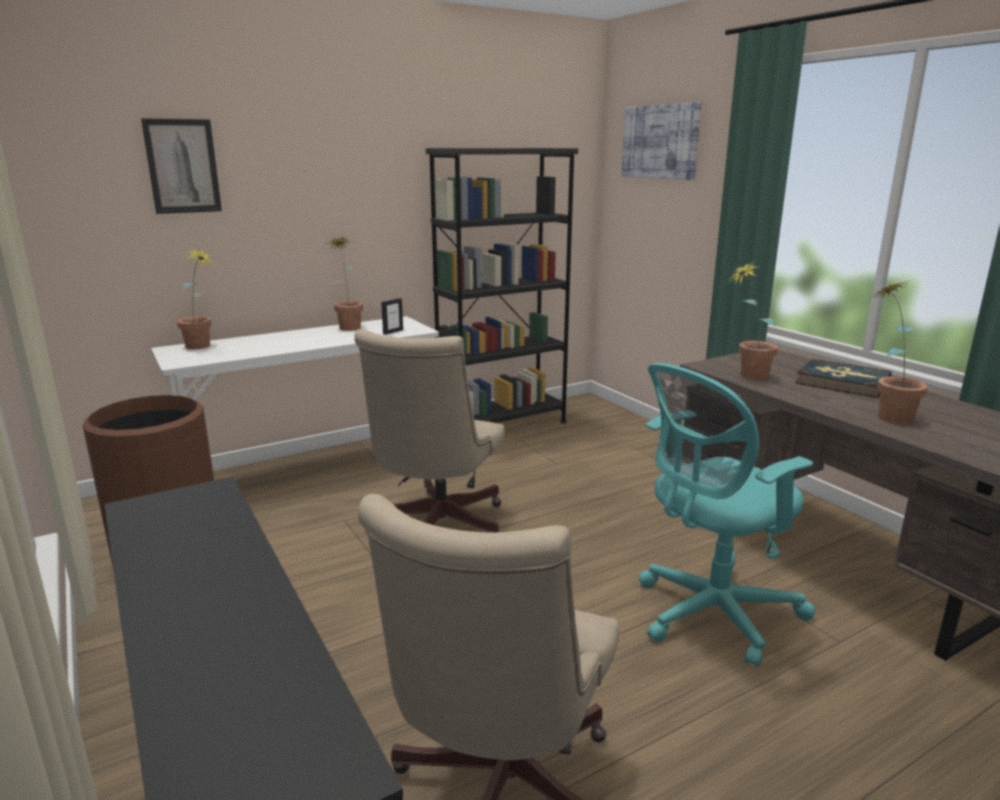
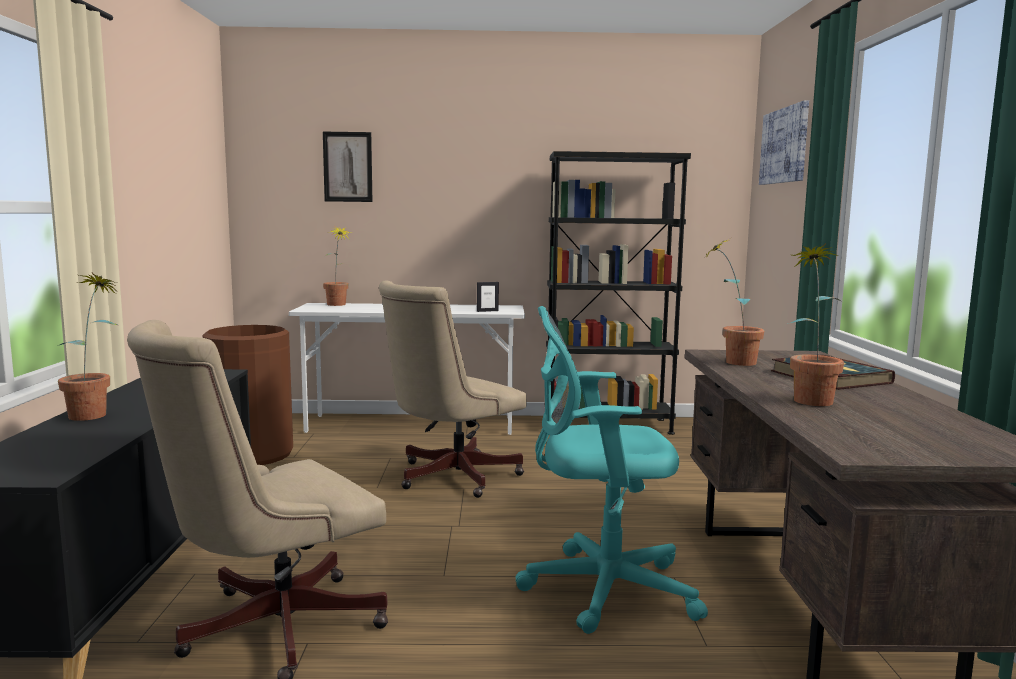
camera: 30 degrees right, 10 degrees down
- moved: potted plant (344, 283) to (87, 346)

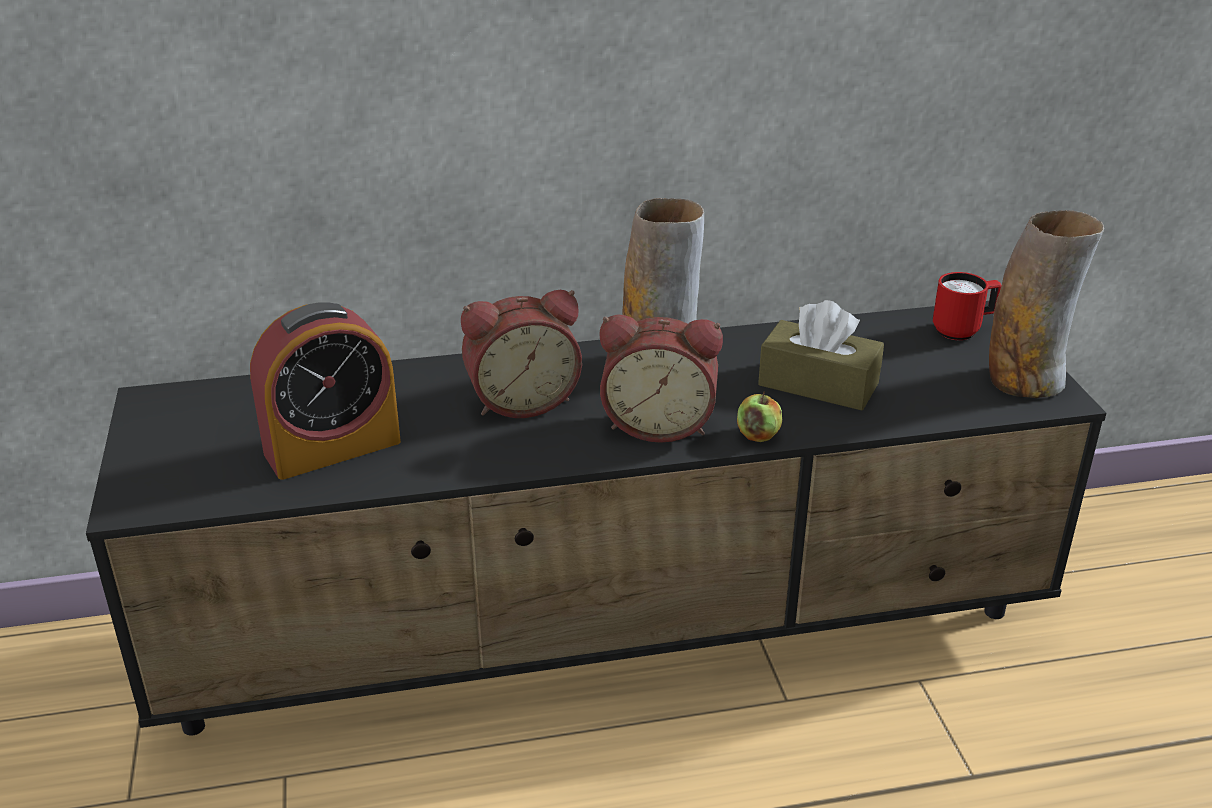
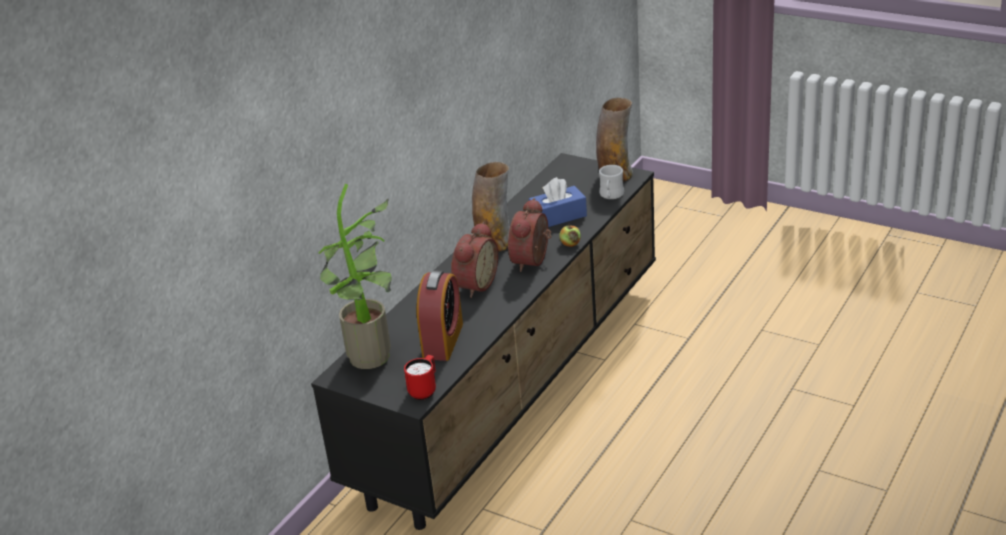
camera: 45 degrees left, 0 degrees up
- turned: alarm clock (661, 379) = (530, 235) 150 degrees clockwise
- recoloured: tissue box/brown (821, 355) to tissue box/blue (558, 202)
- moved: mug/red (967, 306) to (420, 377)
- added: potted plant (355, 276)
- added: mug/white (611, 182)

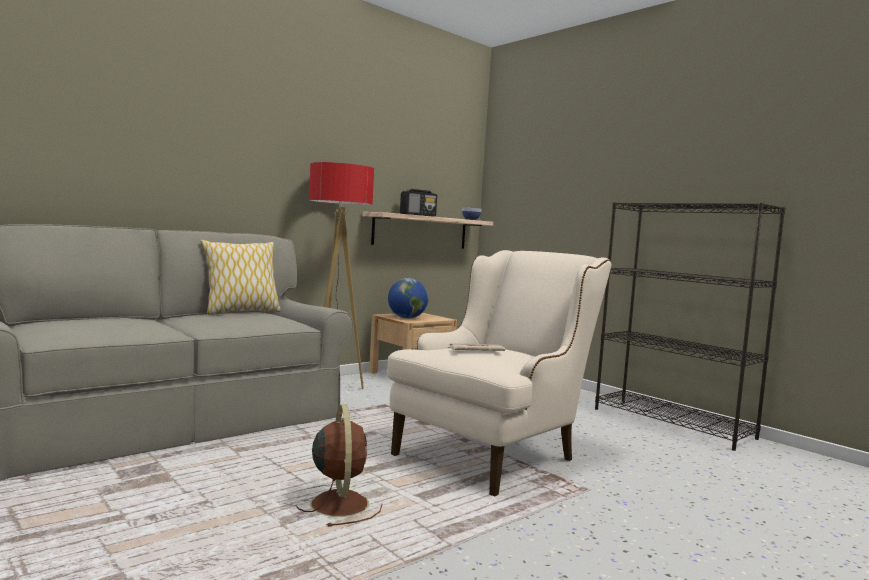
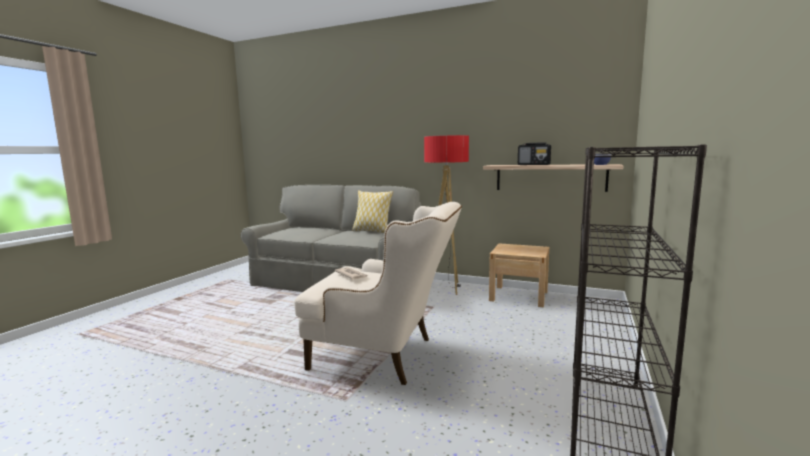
camera: 65 degrees right, 5 degrees up
- removed: fan/brown (338, 465)
- removed: globe (408, 298)

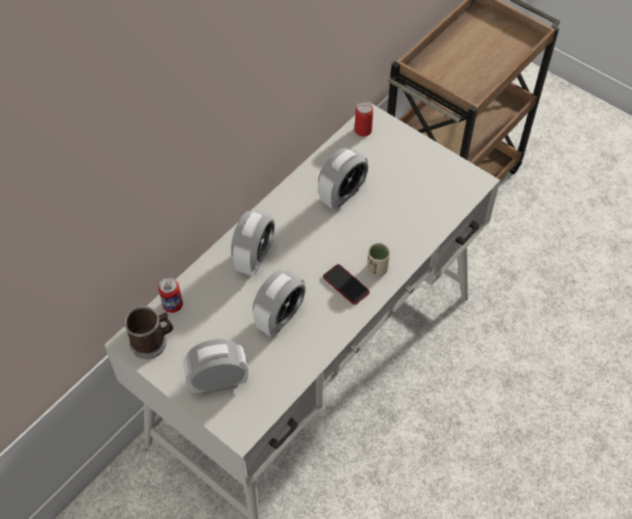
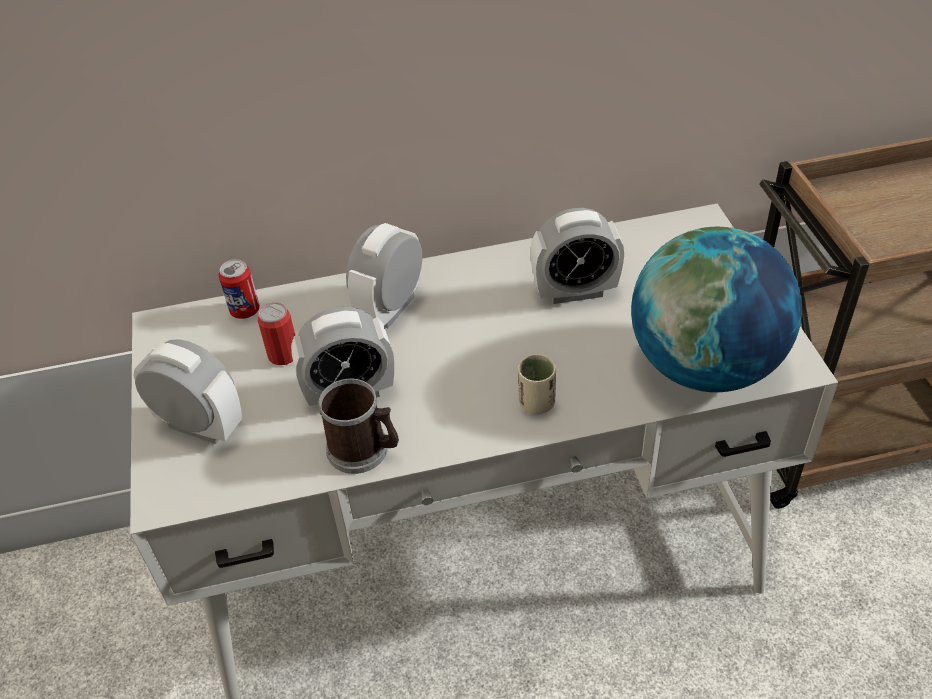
camera: 40 degrees right, 10 degrees down
- moved: mug (149, 332) to (359, 426)
- turned: alarm clock (253, 242) = (384, 276) 150 degrees clockwise
- removed: phone (346, 284)
- moved: can (363, 119) to (276, 333)
- added: globe (716, 309)

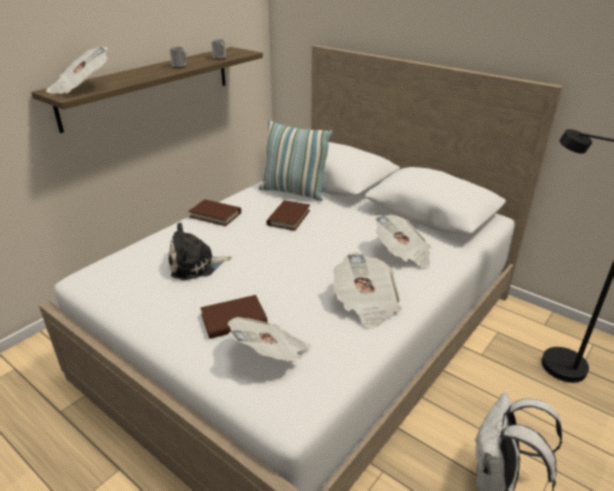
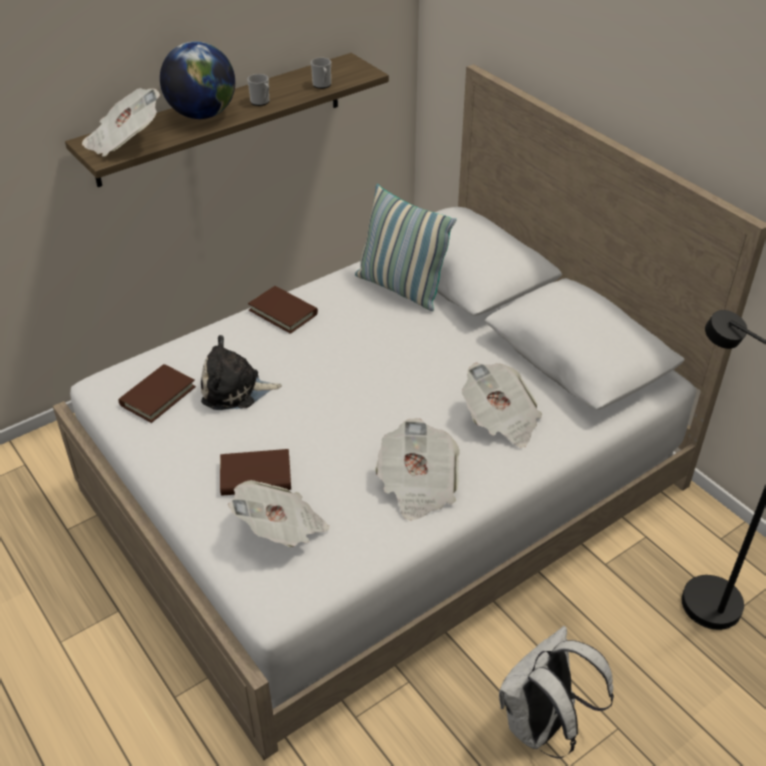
camera: 15 degrees right, 10 degrees up
- moved: book/brown (288, 215) to (157, 393)
- added: globe (197, 80)

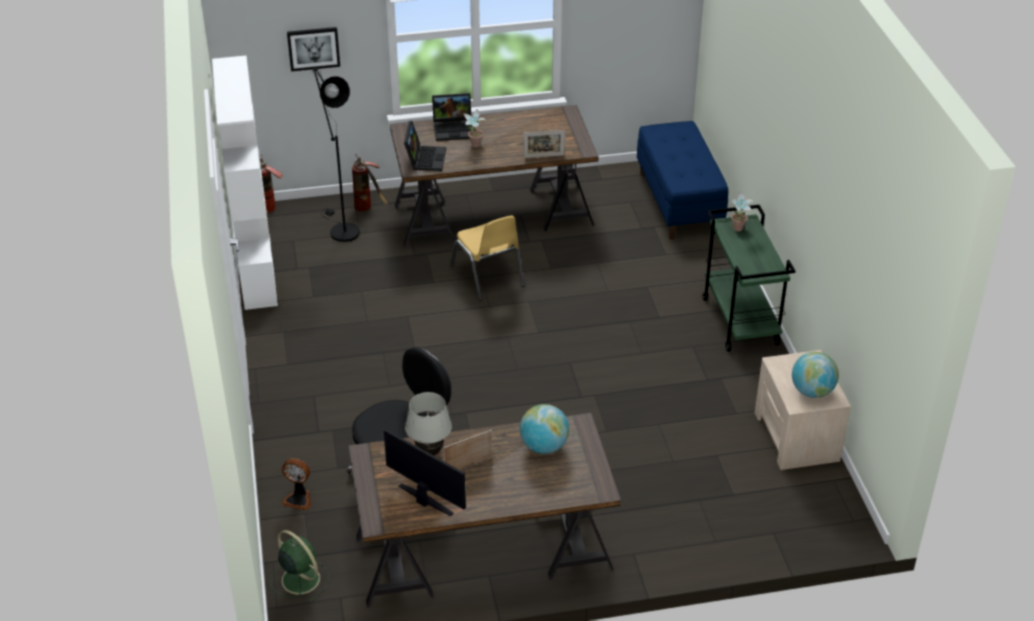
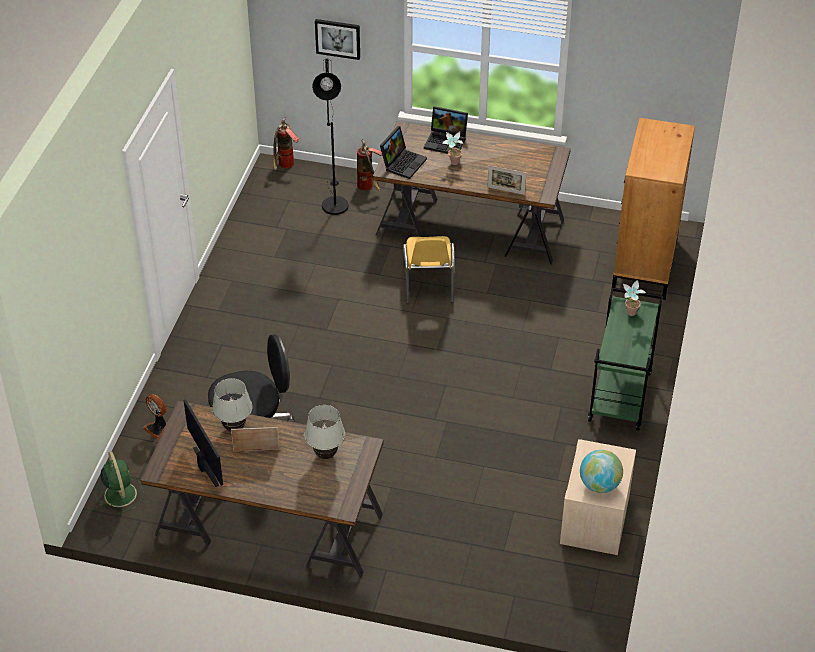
camera: 25 degrees right, 5 degrees up
- removed: bookcase/white (245, 183)
- replaced: globe (544, 429) to table lamp/white (324, 432)
- replaced: bench/blue (682, 180) to dresser/brown (653, 209)

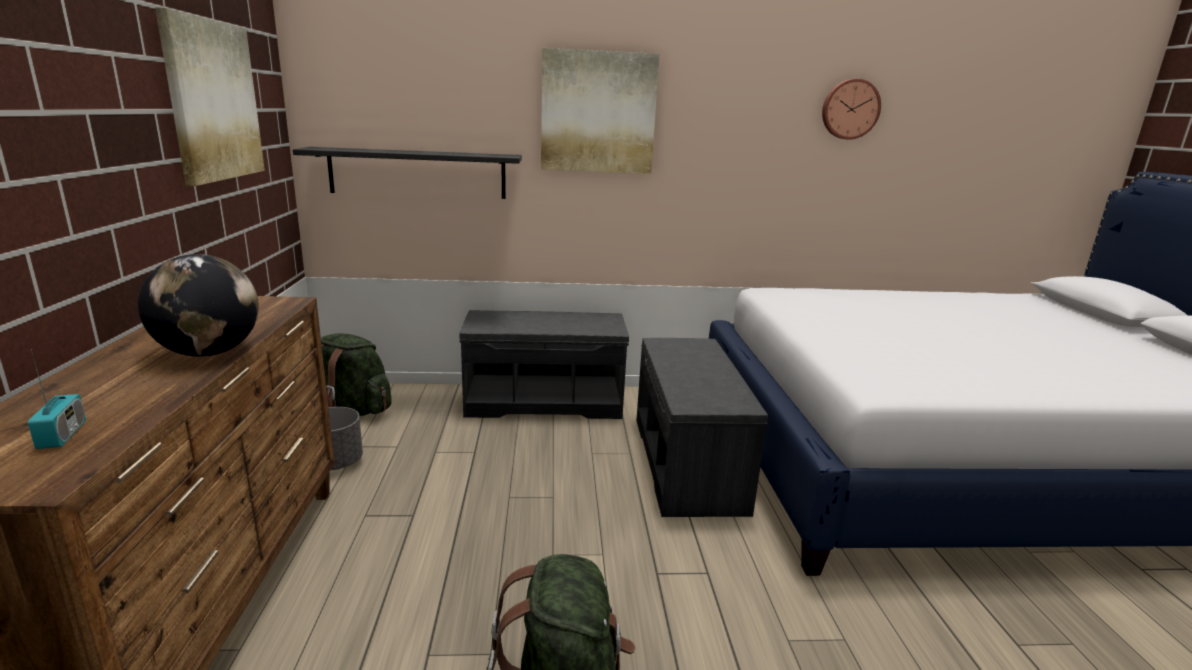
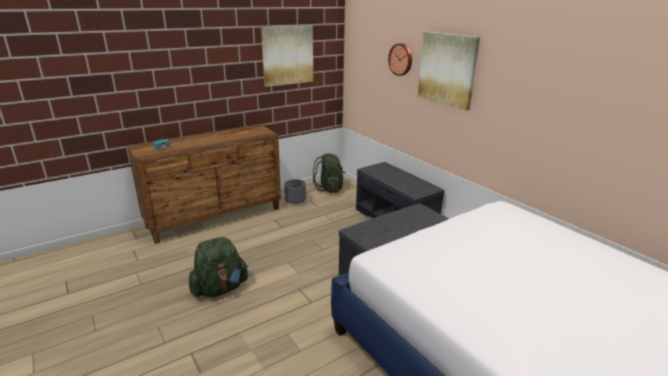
camera: 60 degrees right, 5 degrees up
- removed: globe (198, 305)
- removed: shelf/black (407, 173)
- moved: wall clock (851, 109) to (400, 59)

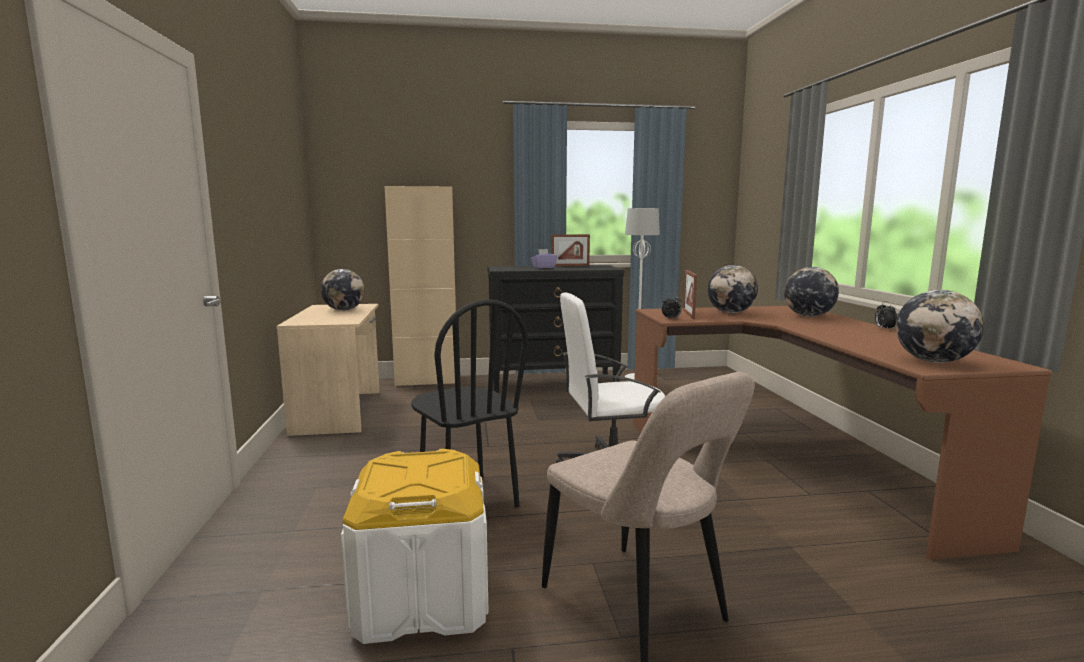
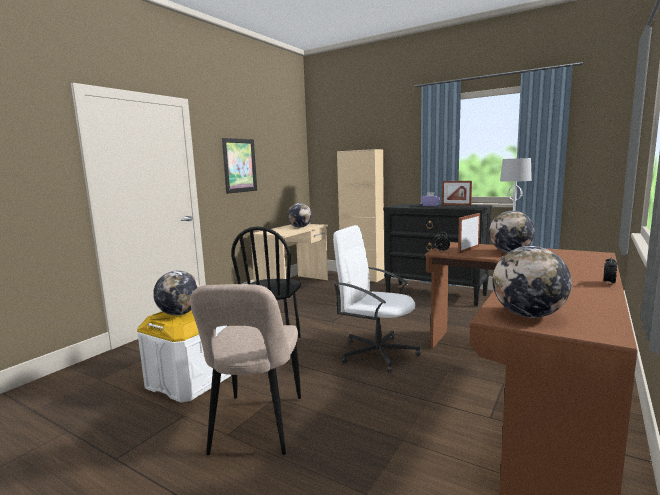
camera: 40 degrees right, 0 degrees up
- moved: globe (811, 292) to (176, 293)
- added: picture (239, 166)

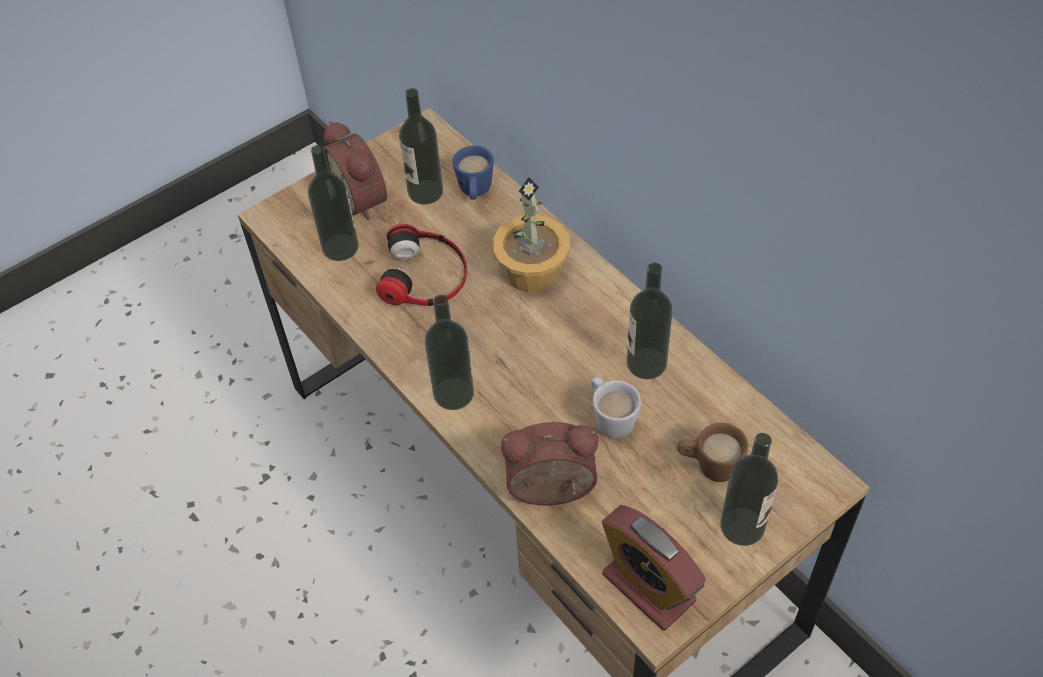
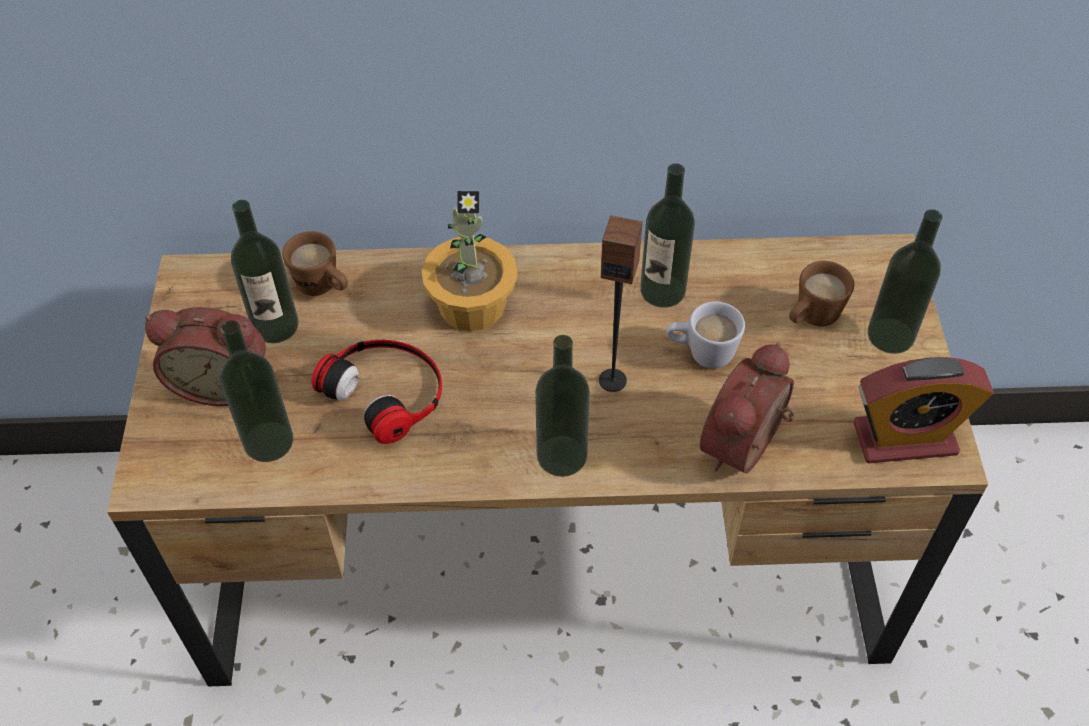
camera: 55 degrees left, 0 degrees up
- recoloured: mug/blue (473, 172) to mug/brown (315, 263)
- added: speaker (621, 303)

